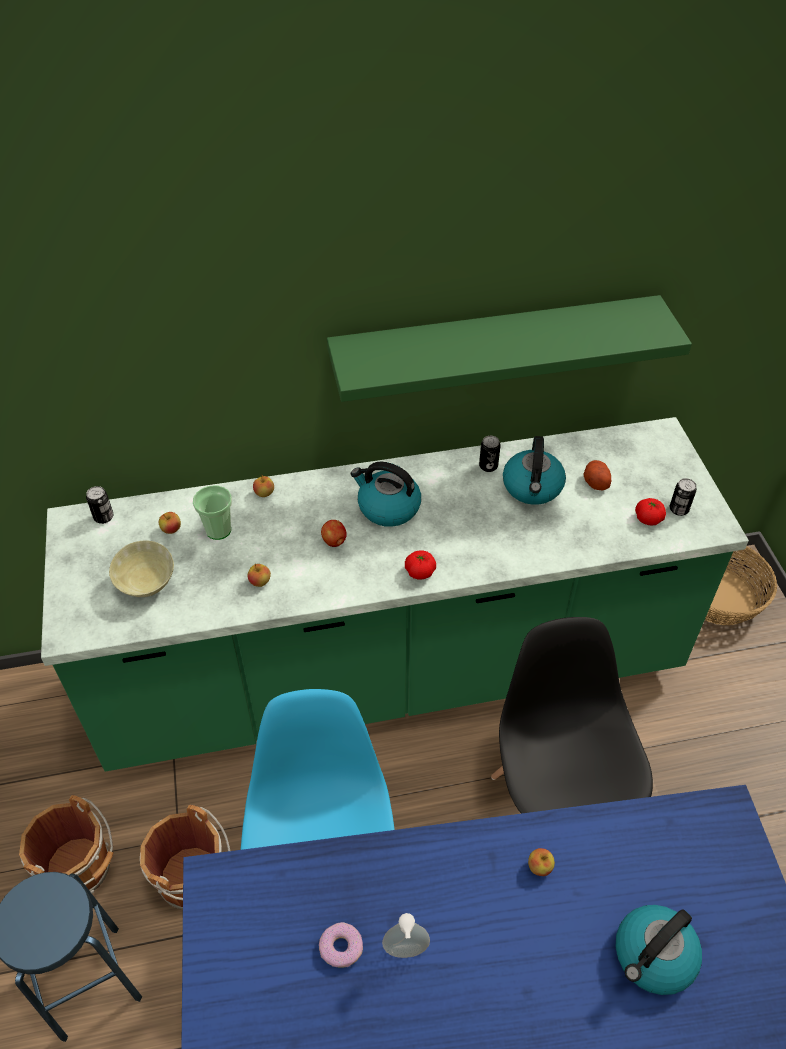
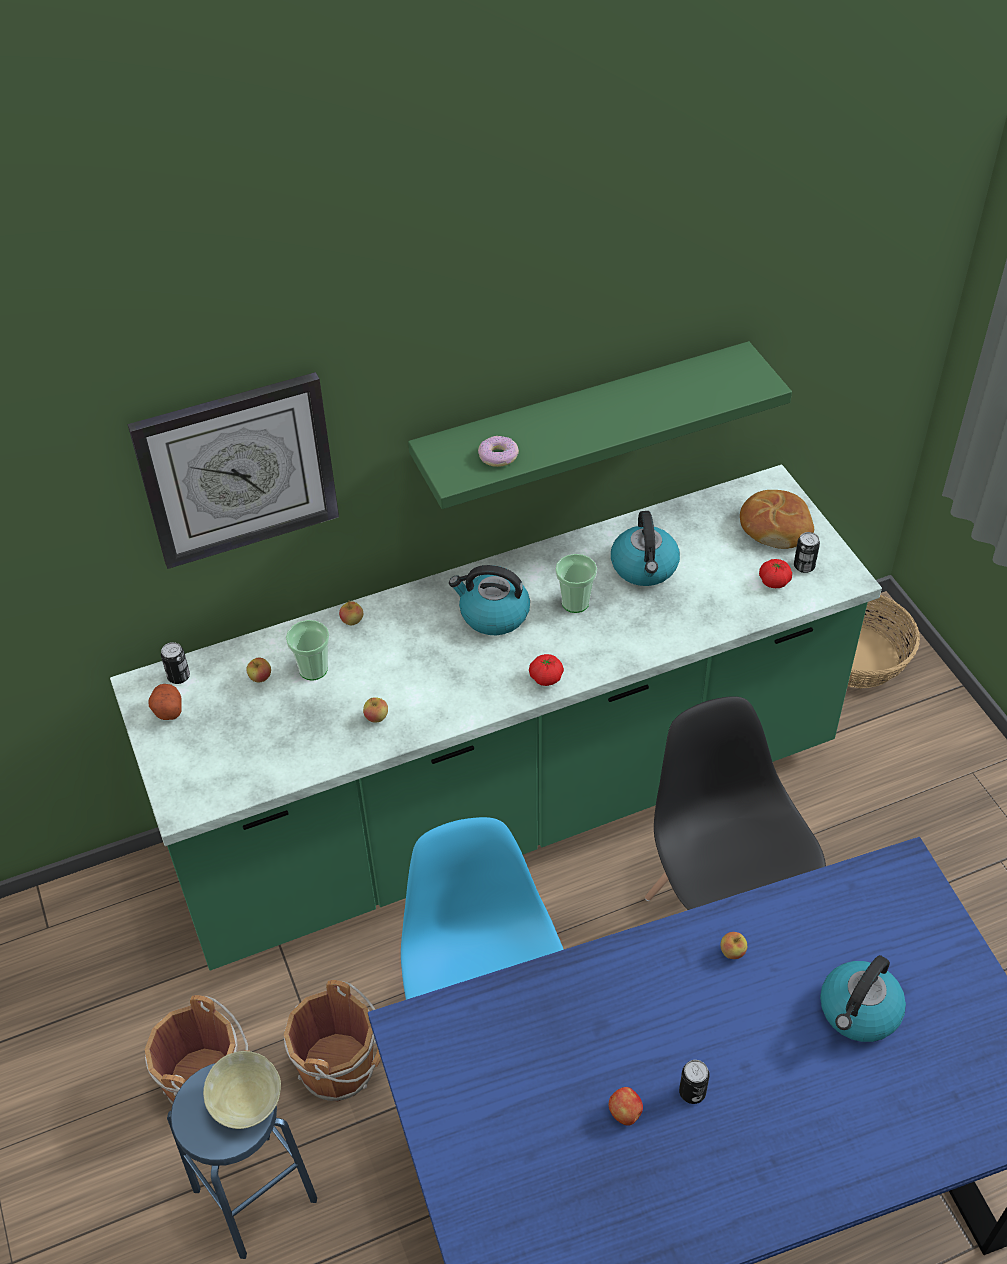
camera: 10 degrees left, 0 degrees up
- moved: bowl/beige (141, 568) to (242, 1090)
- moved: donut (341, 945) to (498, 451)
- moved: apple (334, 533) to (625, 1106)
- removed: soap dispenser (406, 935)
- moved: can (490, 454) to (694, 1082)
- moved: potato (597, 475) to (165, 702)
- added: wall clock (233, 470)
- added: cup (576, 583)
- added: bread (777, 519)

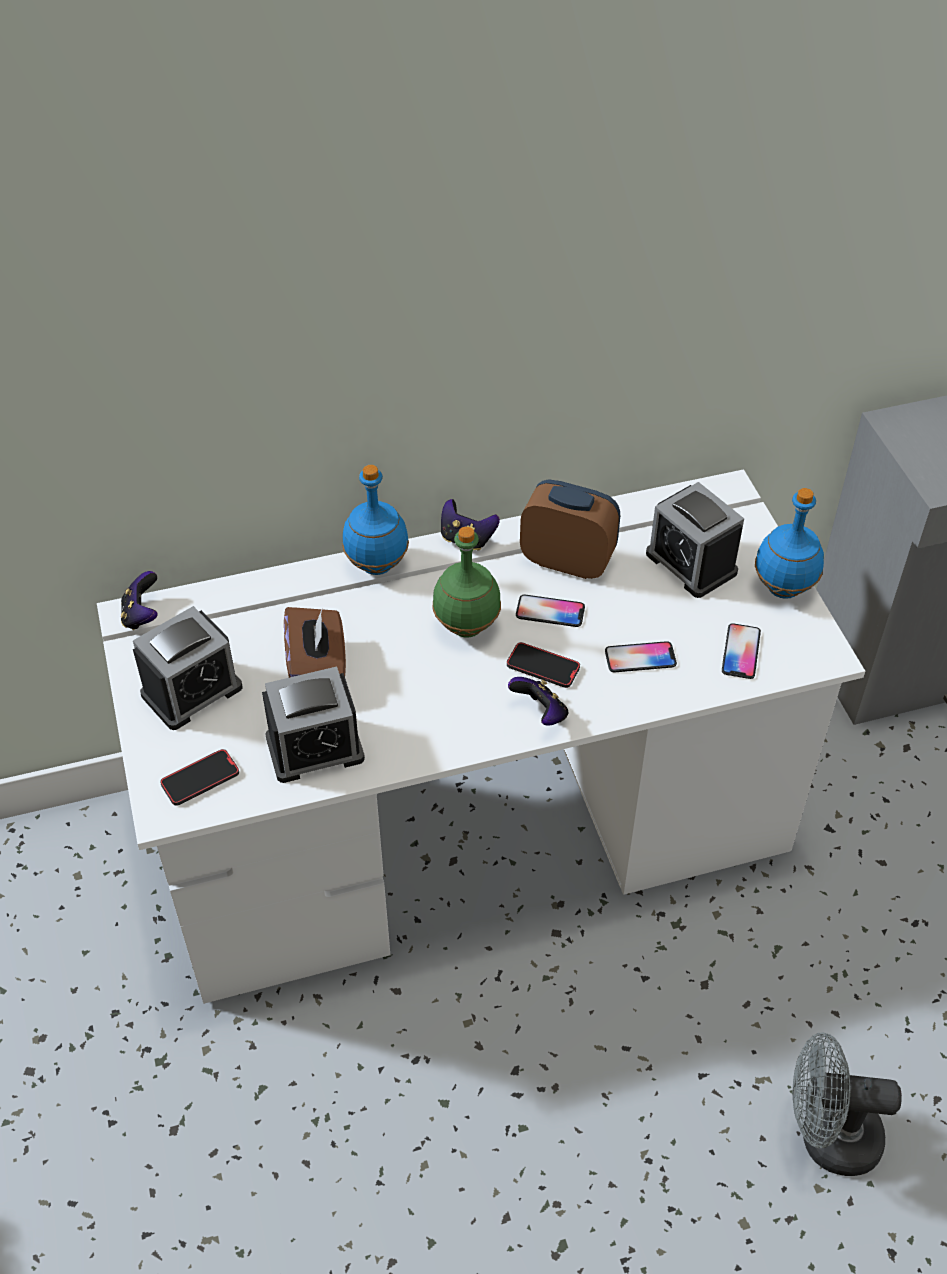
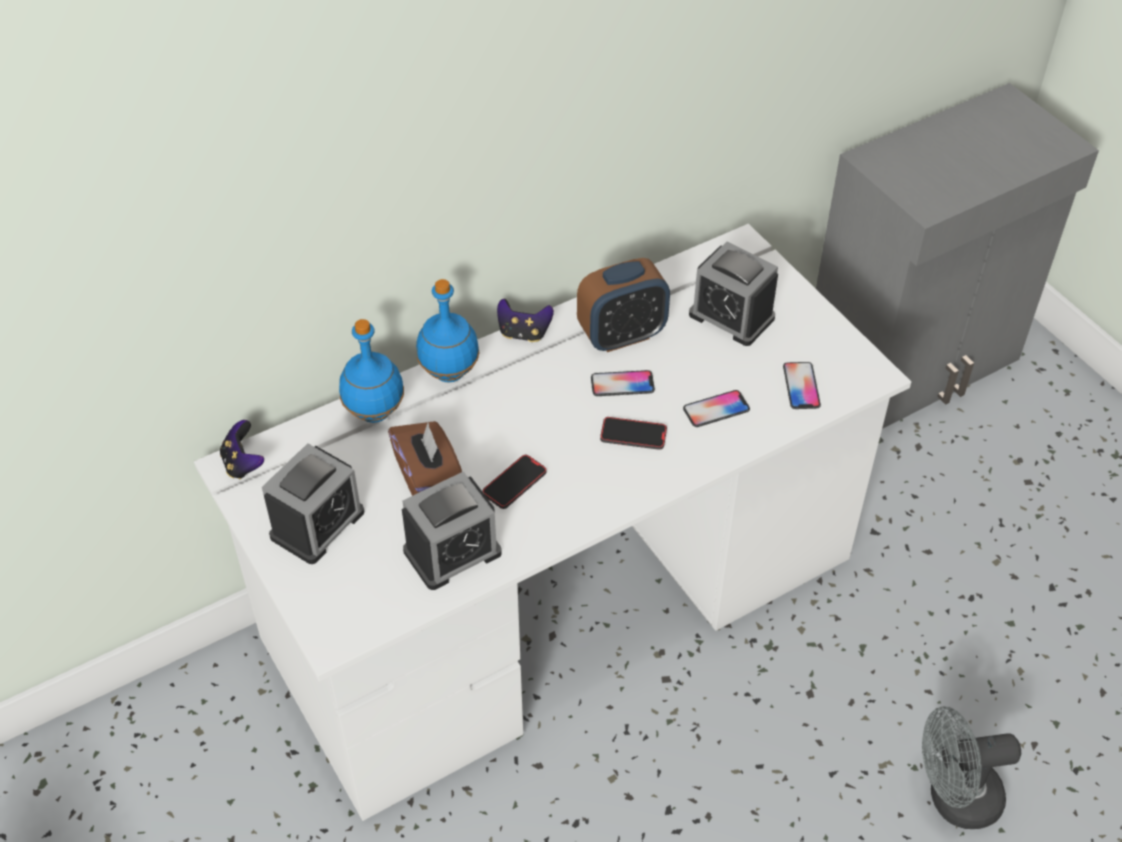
camera: 15 degrees left, 0 degrees up
- moved: phone (199, 777) to (514, 482)
- removed: bottle/green (467, 582)
- removed: game controller (538, 701)
- turned: alarm clock (570, 529) = (623, 305) 150 degrees clockwise
- moved: bottle/blue (789, 543) to (371, 371)

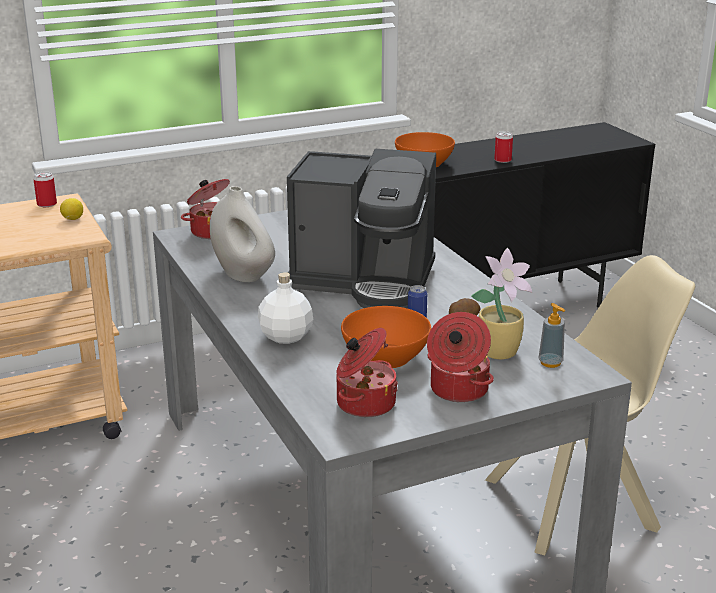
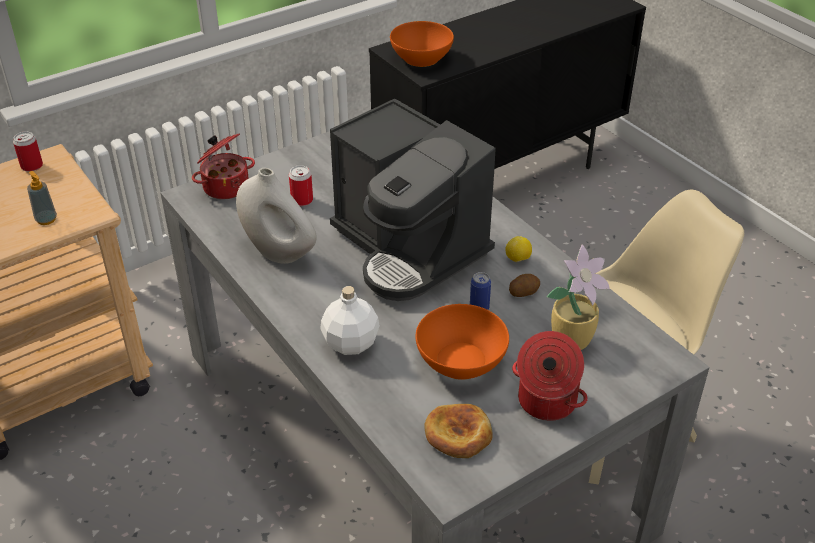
camera: 10 degrees left, 15 degrees up
- moved: lemon (71, 209) to (518, 249)
- turned: coffee machine (361, 229) = (413, 200) 45 degrees clockwise
- replaced: cooking pot (367, 372) to bread (458, 431)
- moved: can (503, 147) to (301, 185)
- moved: soap dispenser (551, 335) to (42, 198)

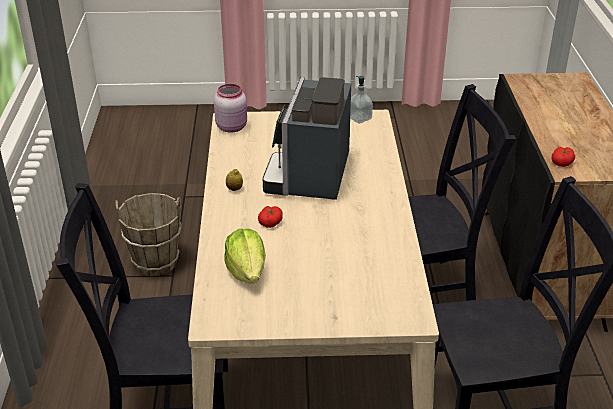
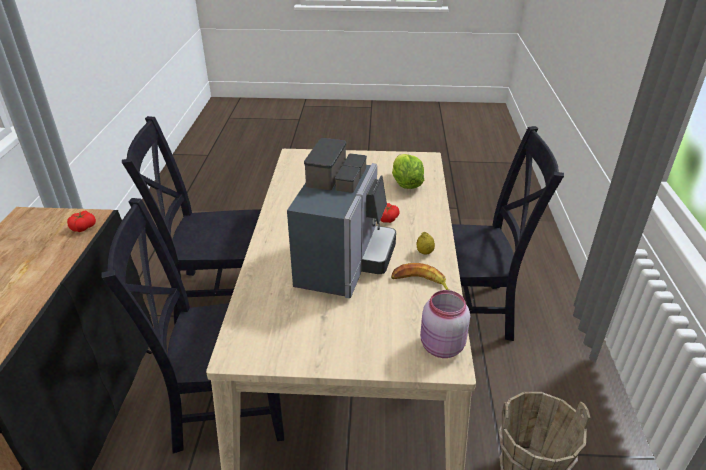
camera: 175 degrees left, 0 degrees up
- removed: soap dispenser (361, 100)
- added: banana (420, 276)

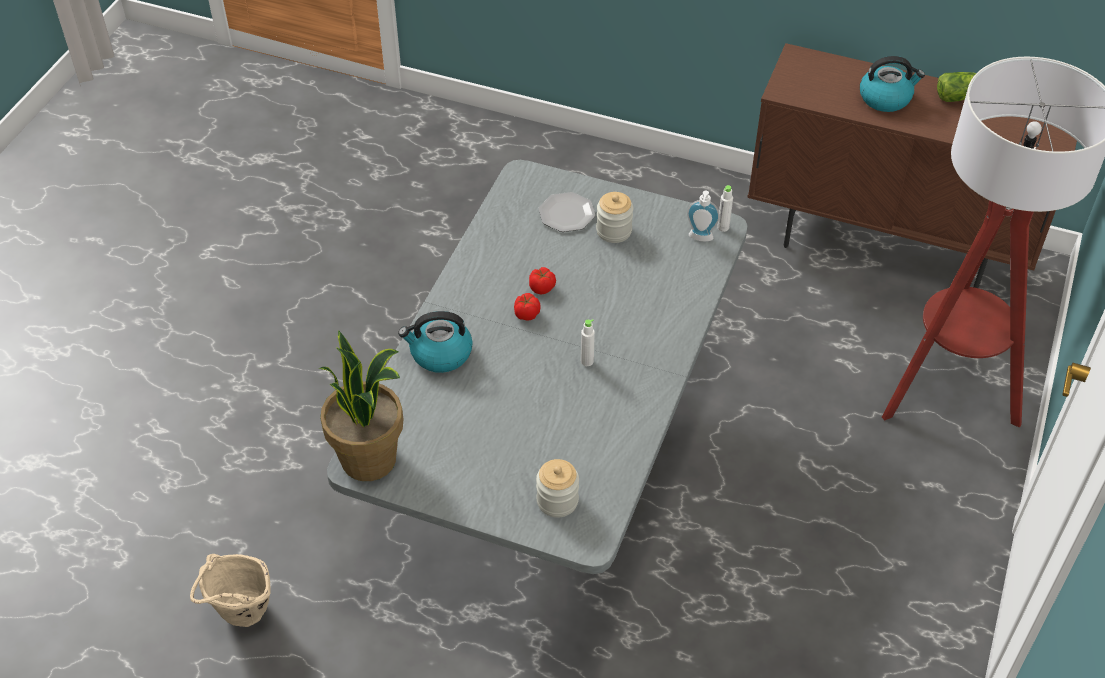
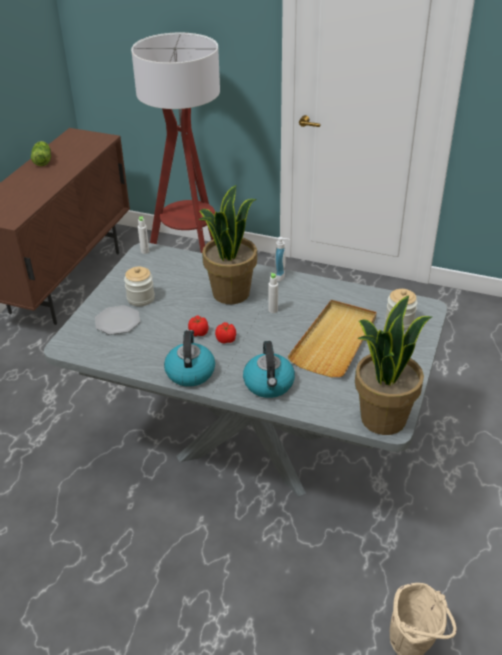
camera: 90 degrees left, 10 degrees down
- moved: soap dispenser (703, 215) to (282, 259)
- moved: kettle (892, 84) to (189, 358)
- added: potted plant (227, 244)
- added: tray/beige (332, 338)

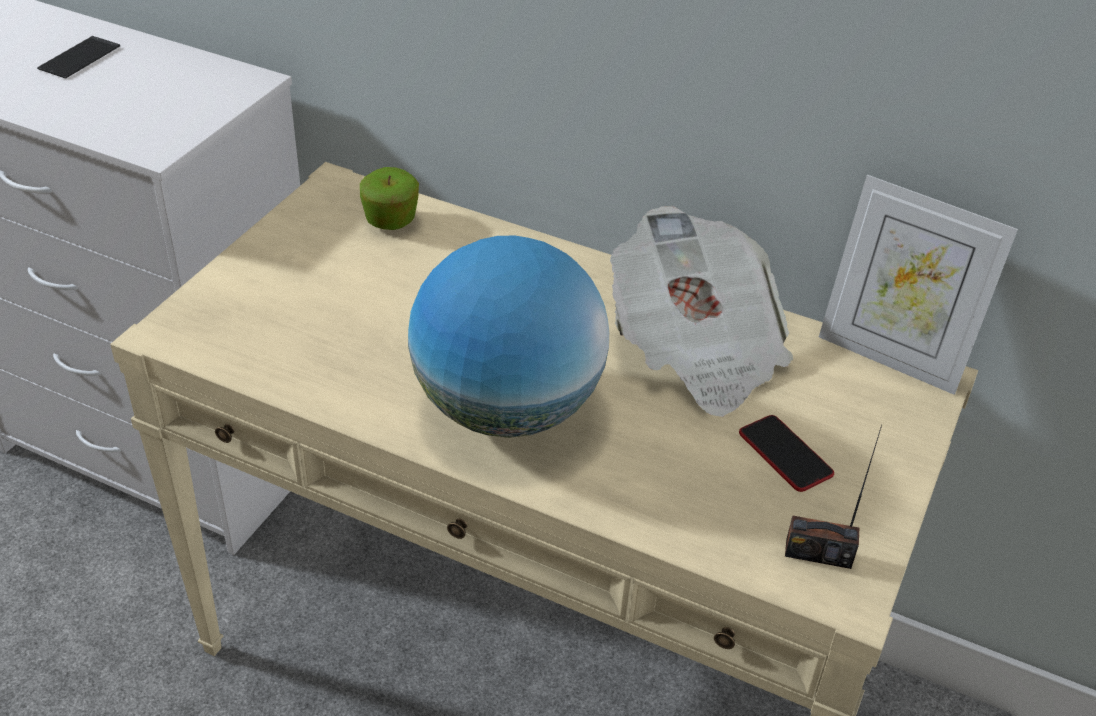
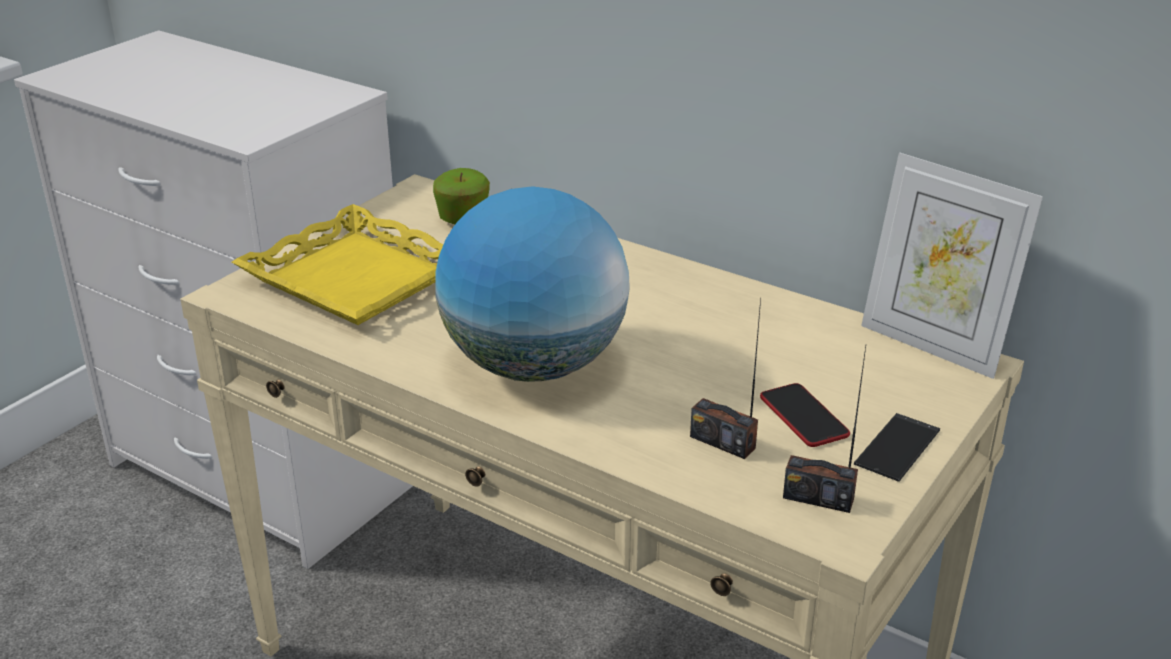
camera: 10 degrees right, 10 degrees down
- moved: phone (78, 57) to (897, 447)
- removed: newspaper (701, 311)
- added: tray/yellow (337, 264)
- added: radio (725, 378)

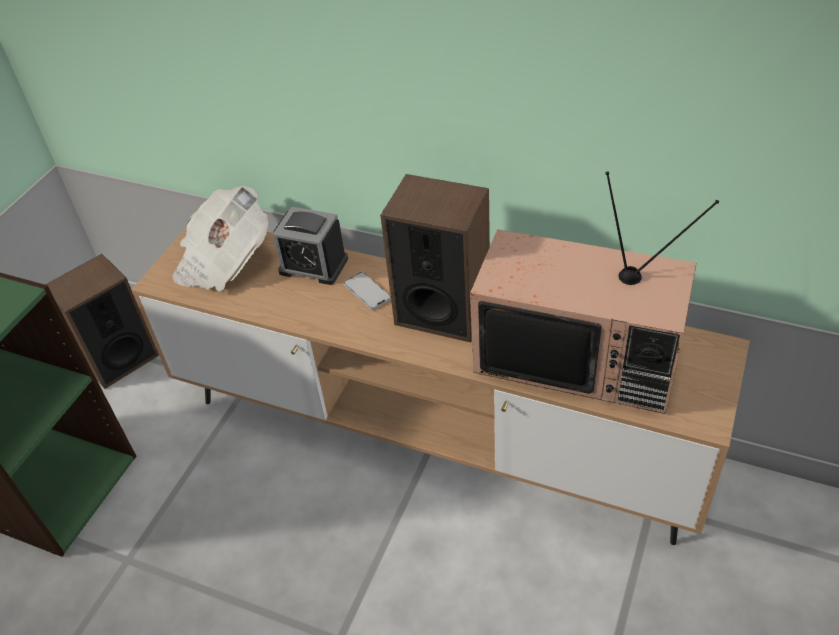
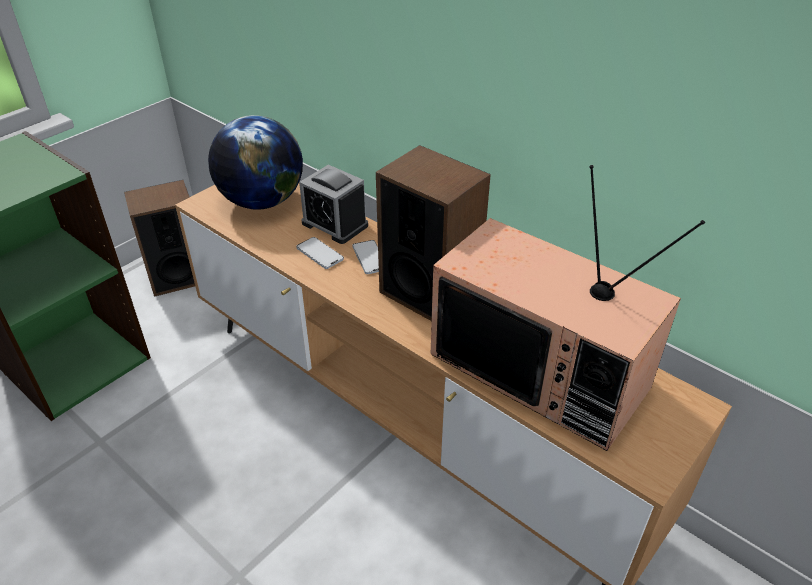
camera: 15 degrees right, 5 degrees down
- replaced: newspaper (220, 238) to globe (255, 162)
- added: phone (320, 253)

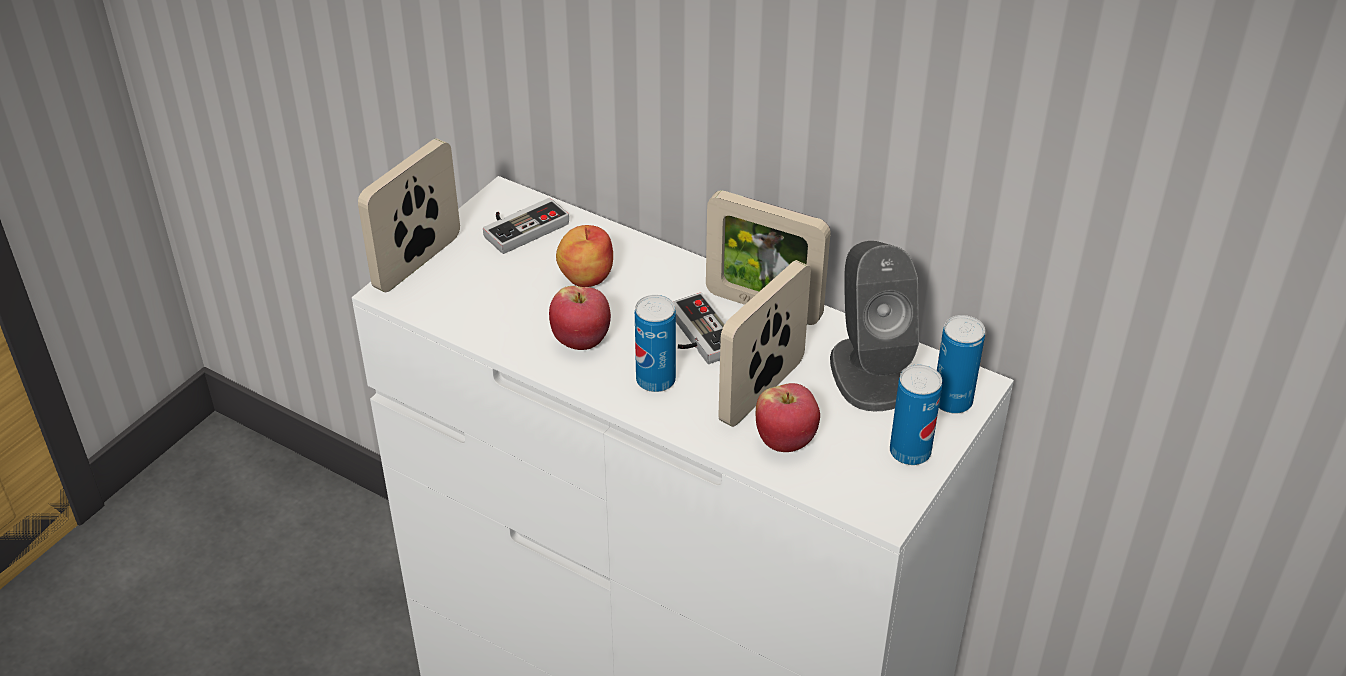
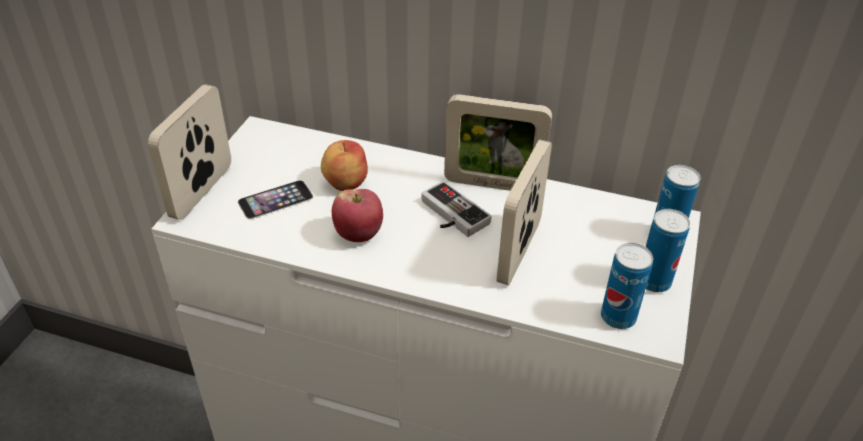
camera: 15 degrees left, 0 degrees up
- removed: game controller (526, 226)
- moved: can (655, 343) to (627, 286)
- removed: apple (788, 417)
- removed: speaker/grey (874, 326)
- added: phone (275, 199)

